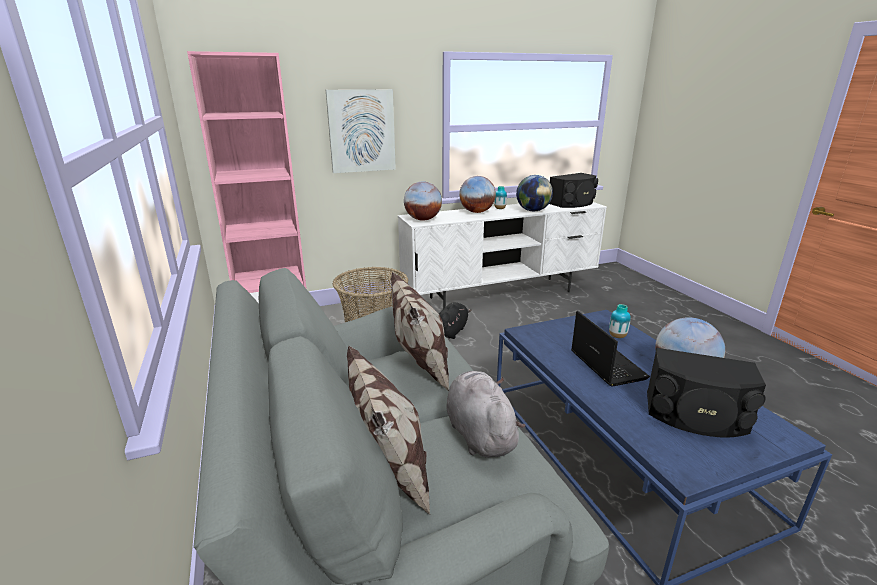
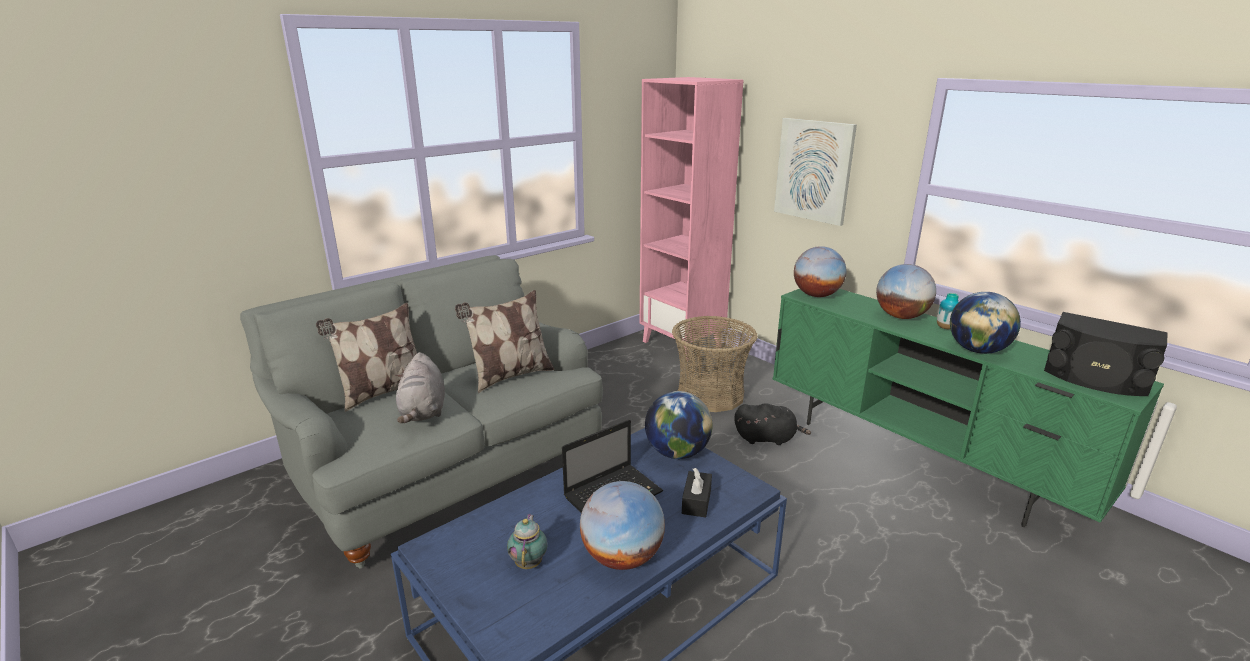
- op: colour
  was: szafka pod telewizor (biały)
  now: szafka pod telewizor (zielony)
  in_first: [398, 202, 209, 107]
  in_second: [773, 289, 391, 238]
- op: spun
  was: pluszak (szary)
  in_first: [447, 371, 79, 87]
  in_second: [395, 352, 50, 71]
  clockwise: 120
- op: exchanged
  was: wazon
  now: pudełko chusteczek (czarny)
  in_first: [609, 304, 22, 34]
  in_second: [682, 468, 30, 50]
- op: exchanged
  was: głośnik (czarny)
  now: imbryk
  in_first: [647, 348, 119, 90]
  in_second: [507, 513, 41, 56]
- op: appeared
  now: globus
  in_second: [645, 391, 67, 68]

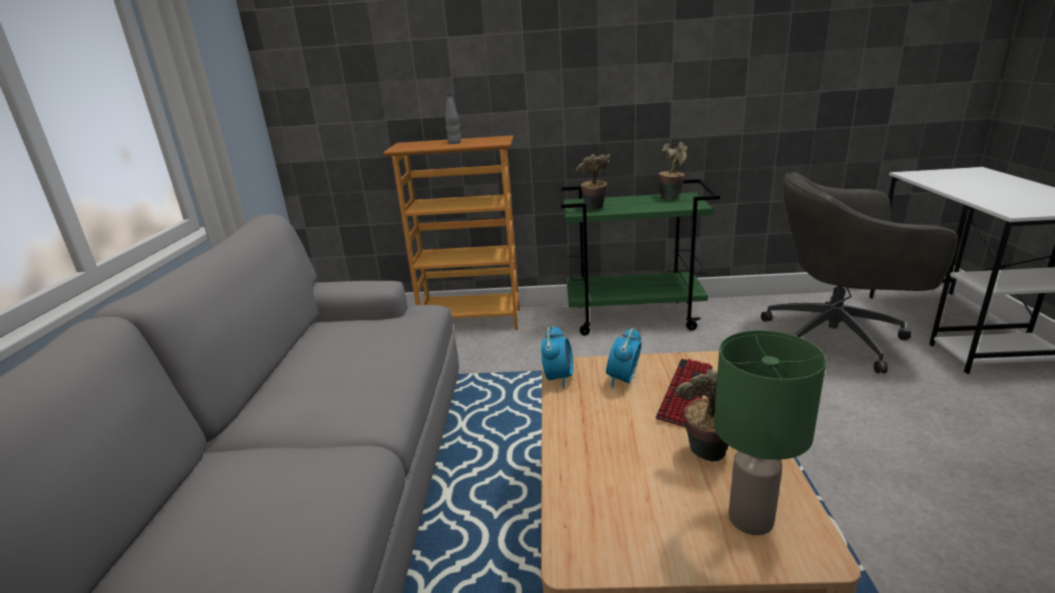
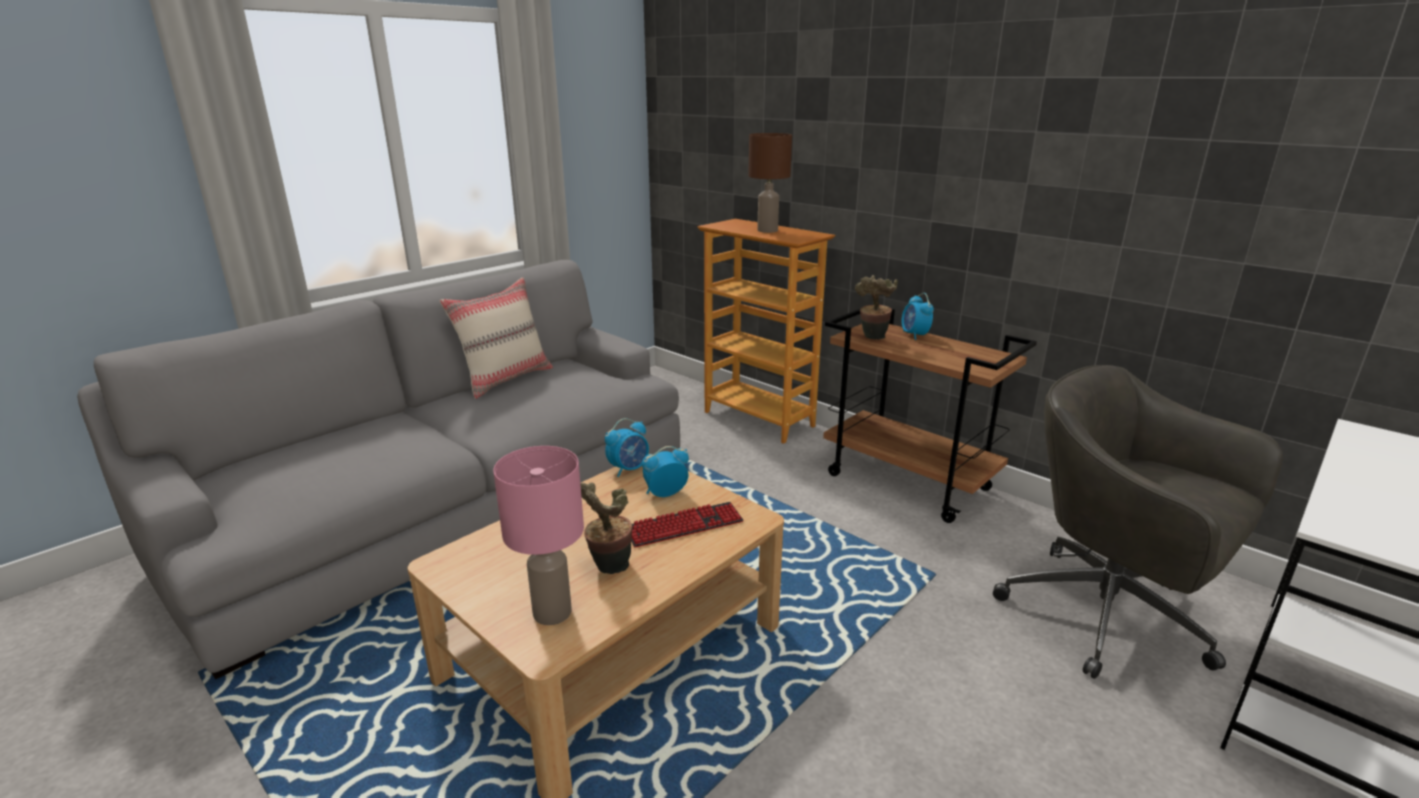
- op: exchanged
  was: butelka (szary)
  now: lampa stołowa (brązowy)
  in_first: [445, 94, 16, 50]
  in_second: [748, 133, 44, 100]
- op: colour
  was: wózek (zielony)
  now: wózek (brązowy)
  in_first: [559, 179, 161, 156]
  in_second: [823, 304, 214, 219]
- op: missing
  was: roślina doniczkowa
  in_first: [659, 142, 28, 58]
- op: colour
  was: lampa stołowa (zielony)
  now: lampa stołowa (różowy)
  in_first: [714, 330, 112, 205]
  in_second: [493, 446, 91, 179]
- op: appeared
  now: poduszka (beżowy)
  in_second: [440, 278, 113, 121]
- op: appeared
  now: budzik
  in_second: [901, 293, 33, 47]

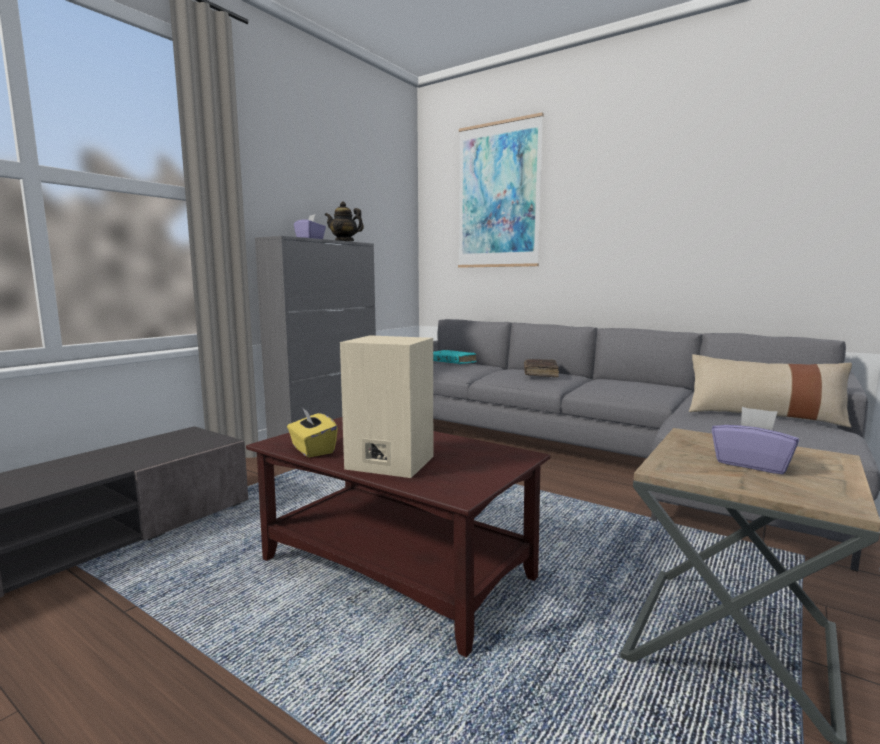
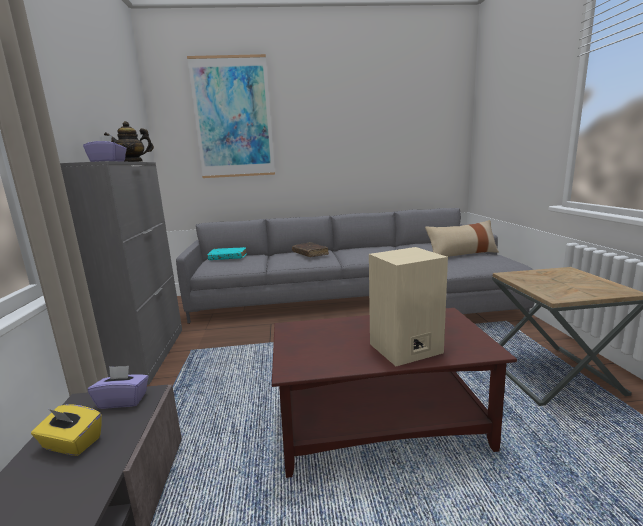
- op: relocated
  was: pudełko chusteczek (żółty)
  in_first: [287, 407, 51, 50]
  in_second: [31, 404, 71, 52]
- op: relocated
  was: pudełko chusteczek (fioletowy)
  in_first: [712, 407, 87, 67]
  in_second: [88, 366, 61, 43]

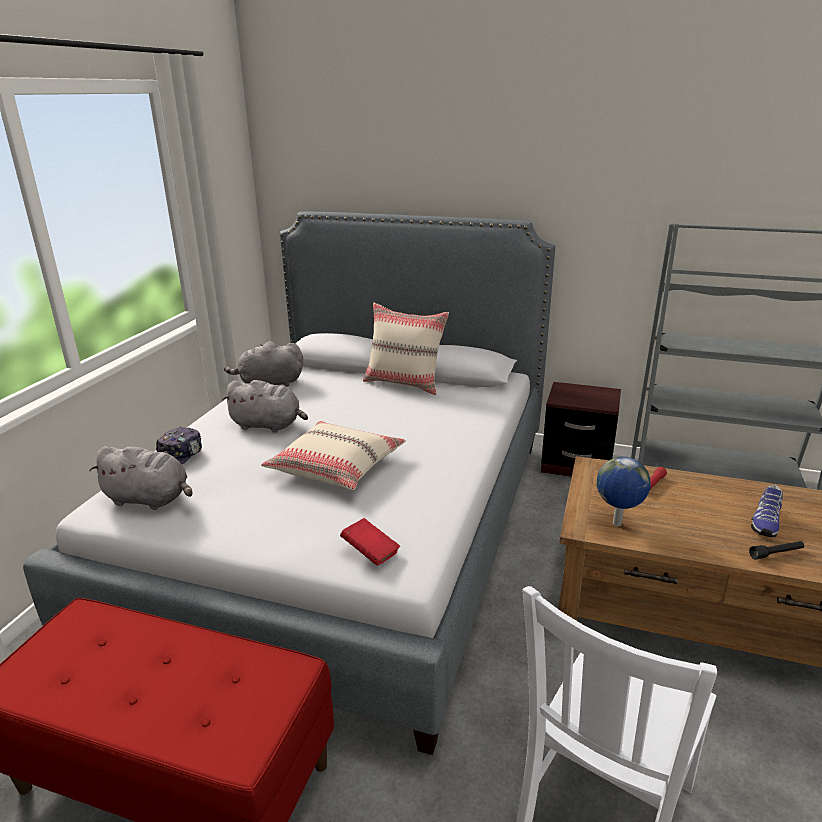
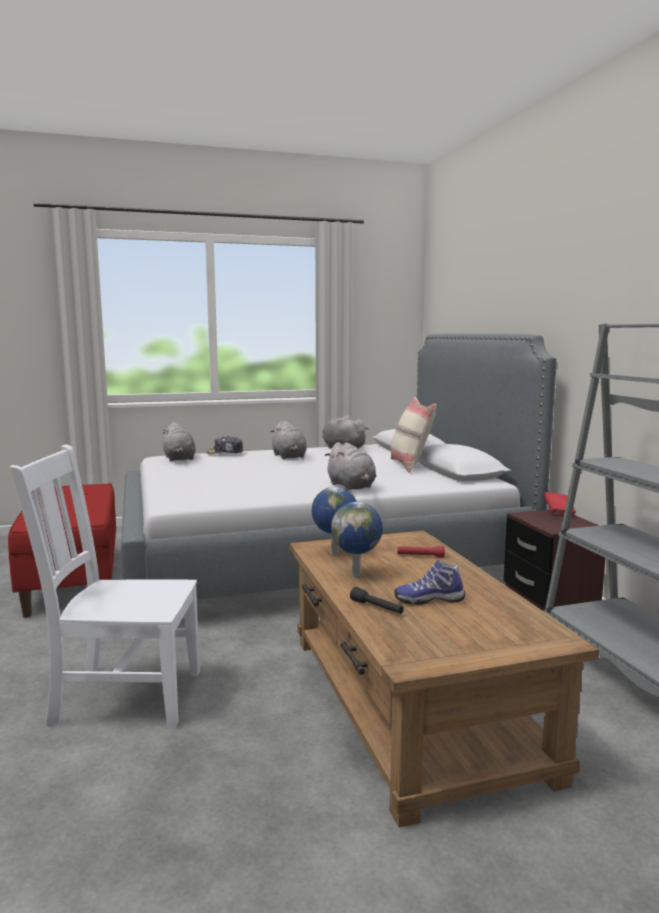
- op: missing
  was: poduszka (beżowy)
  in_first: [261, 421, 145, 69]
- op: relocated
  was: książka (czerwony)
  in_first: [340, 518, 60, 48]
  in_second: [543, 492, 33, 25]
- op: appeared
  now: pluszak (szary)
  in_second: [325, 442, 51, 49]
- op: appeared
  now: globus
  in_second: [331, 502, 52, 75]

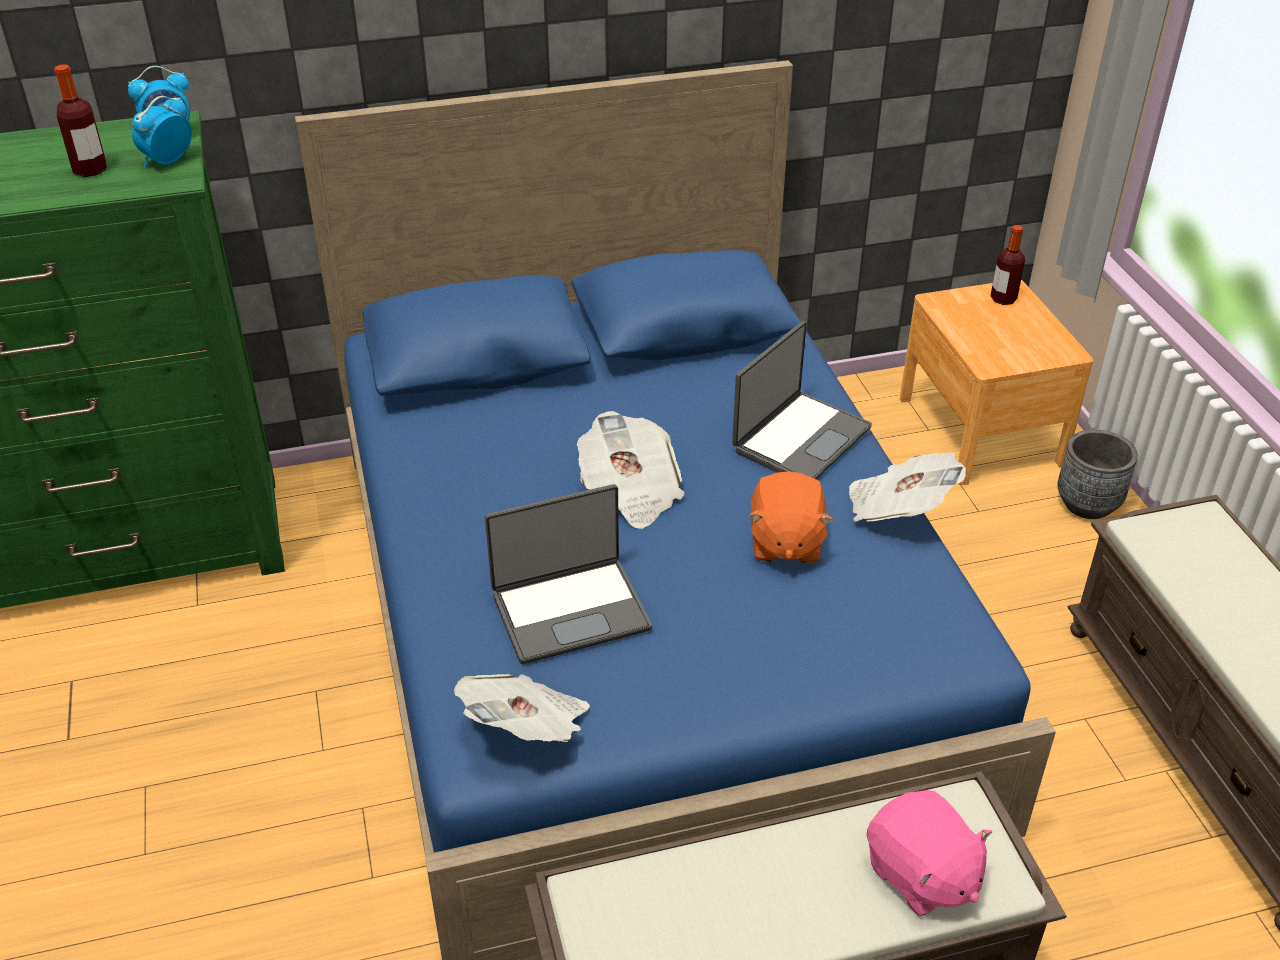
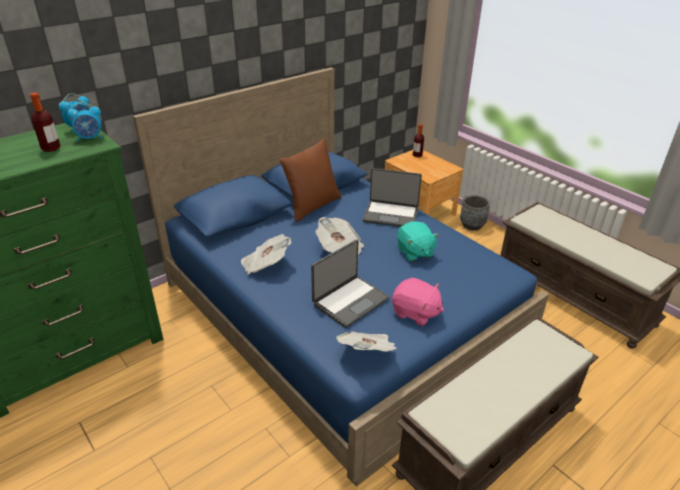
- op: spun
  was: budzik
  in_first: [132, 96, 60, 71]
  in_second: [67, 102, 35, 40]
  clockwise: -120
- op: spun
  was: laptop
  in_first: [732, 321, 140, 158]
  in_second: [363, 168, 59, 59]
  clockwise: 90
- op: colour
  was: pluszak (pomarańczowy)
  now: pluszak (turkusowy)
  in_first: [748, 471, 85, 93]
  in_second: [397, 221, 42, 41]
- op: relocated
  was: gazeta
  in_first: [849, 452, 117, 70]
  in_second: [241, 234, 50, 41]
- op: relocated
  was: pluszak (różowy)
  in_first: [866, 790, 126, 126]
  in_second: [392, 278, 52, 48]
- op: appeared
  now: poduszka (brązowy)
  in_second: [279, 139, 62, 83]

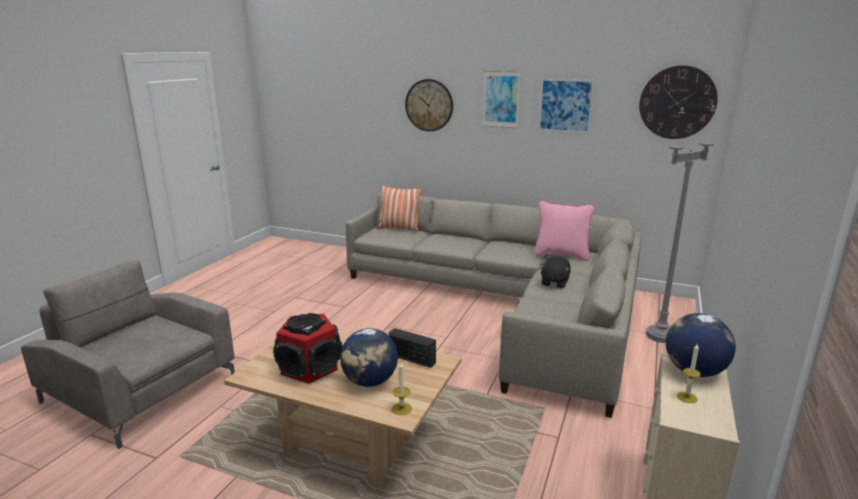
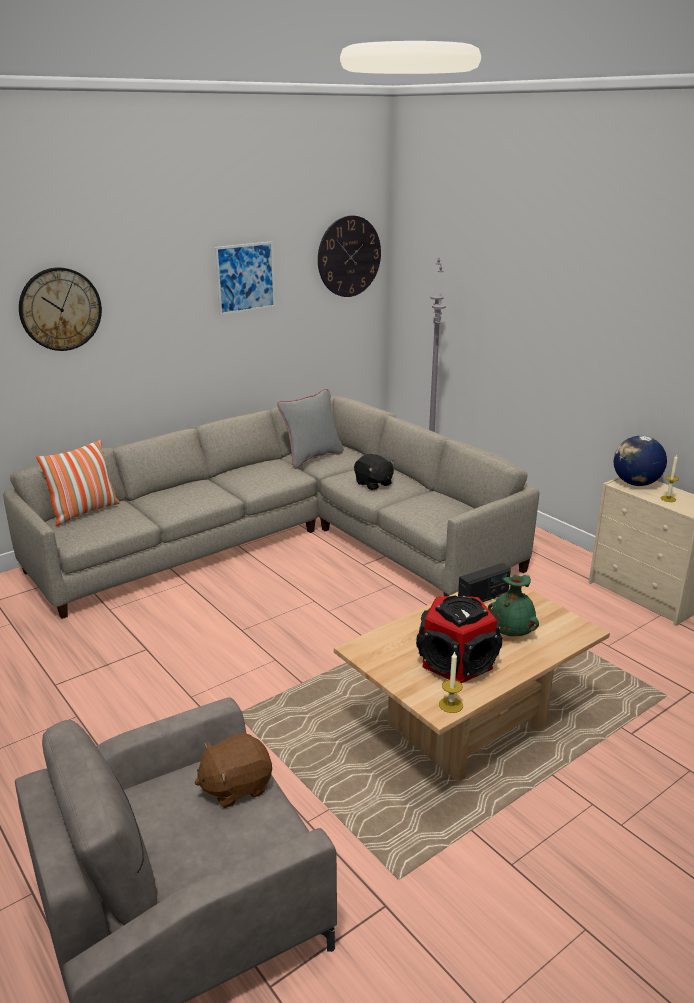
- op: exchanged
  was: globus
  now: wazon (zielony)
  in_first: [340, 328, 58, 59]
  in_second: [488, 575, 51, 61]
- op: relocated
  was: świeca
  in_first: [392, 362, 20, 53]
  in_second: [439, 651, 24, 62]
- op: missing
  was: obraz
  in_first: [483, 71, 37, 57]
- op: colour
  was: poduszka (różowy)
  now: poduszka (szary)
  in_first: [534, 200, 61, 61]
  in_second: [277, 389, 67, 80]
- op: appeared
  now: pluszak (brązowy)
  in_second: [195, 733, 77, 75]

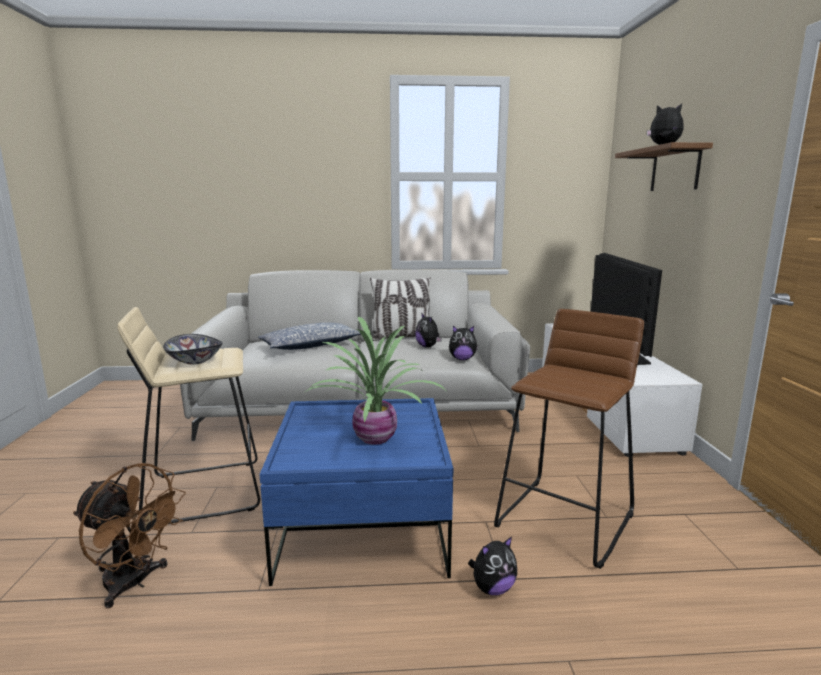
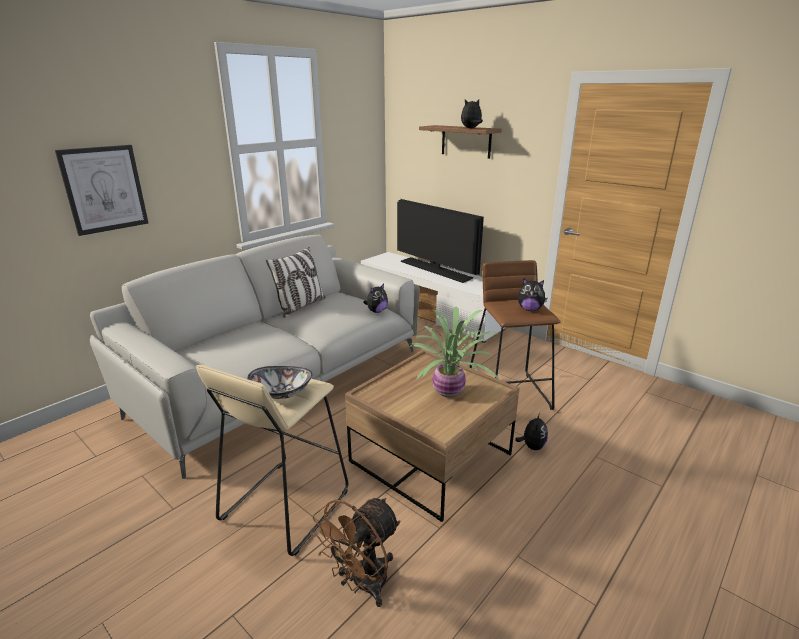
- op: spun
  was: wentylator (brązowy)
  in_first: [73, 463, 113, 145]
  in_second: [310, 498, 90, 109]
  clockwise: 150
- op: missing
  was: poduszka
  in_first: [258, 322, 103, 28]
- op: colour
  was: ława (niebieski)
  now: ława (brązowy)
  in_first: [259, 398, 194, 188]
  in_second: [345, 349, 175, 173]
- op: relocated
  was: pluszak
  in_first: [415, 312, 27, 36]
  in_second: [518, 278, 30, 33]
- op: appeared
  now: obraz
  in_second: [55, 145, 93, 91]

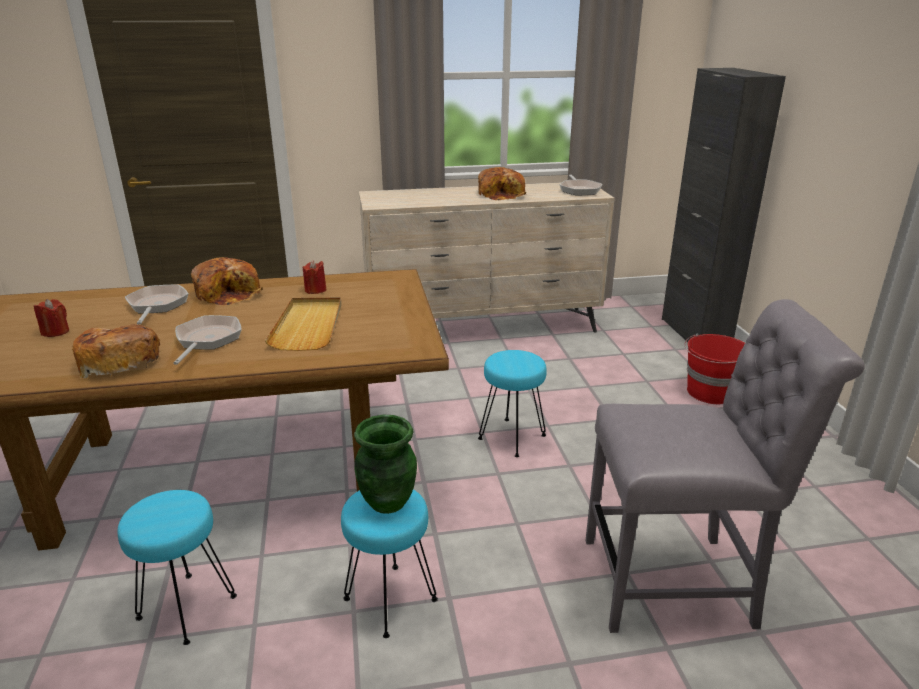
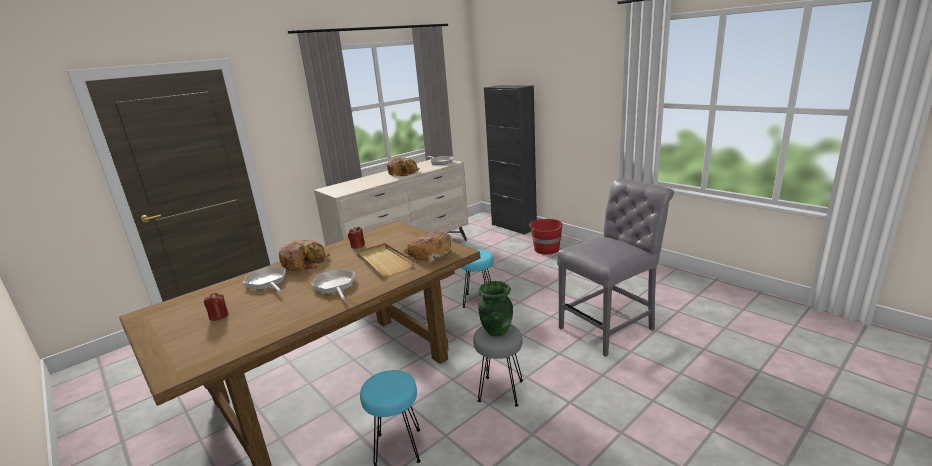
- op: relocated
  was: chleb
  in_first: [72, 324, 88, 54]
  in_second: [404, 231, 47, 31]
- op: colour
  was: stołek (turkusowy)
  now: stołek (szary)
  in_first: [341, 489, 97, 149]
  in_second: [473, 324, 50, 82]

